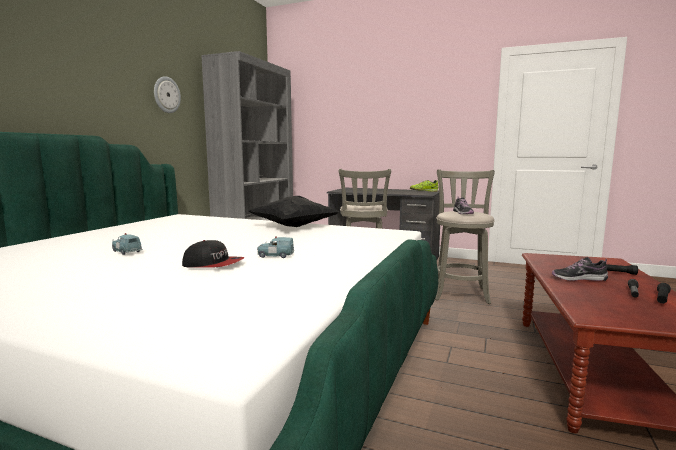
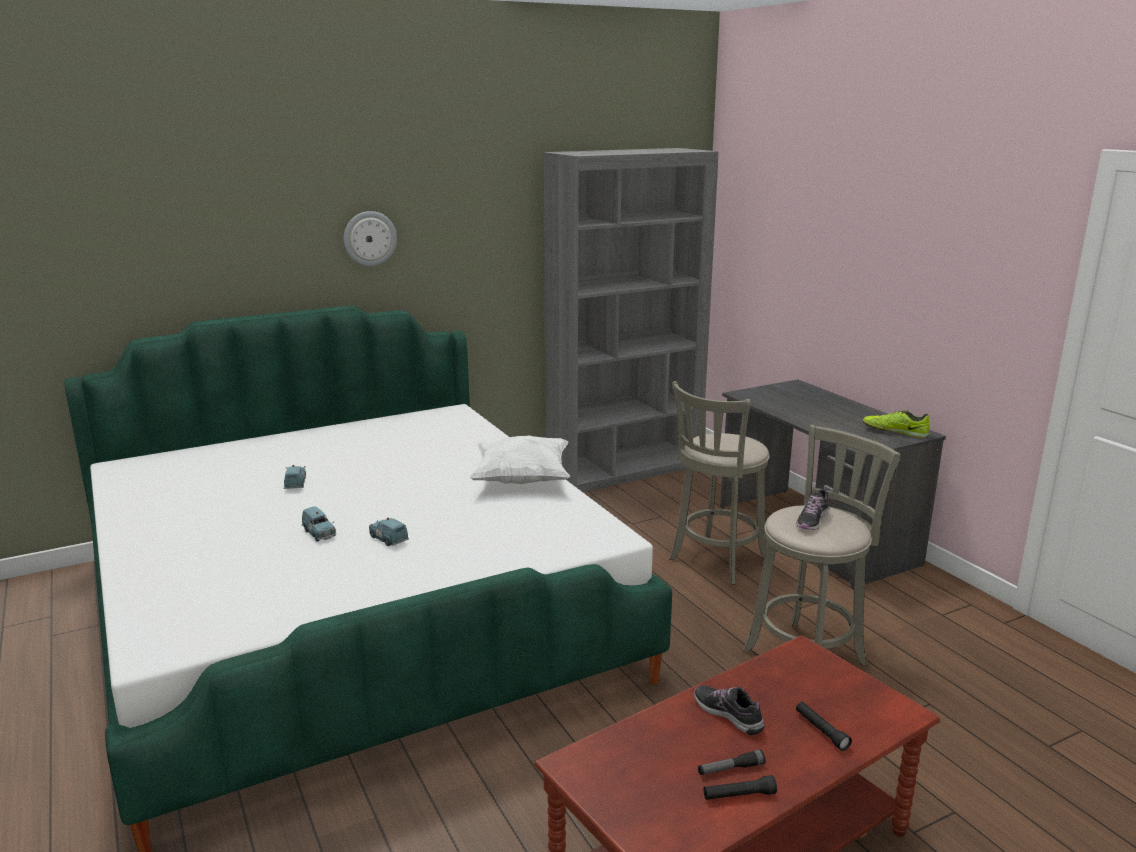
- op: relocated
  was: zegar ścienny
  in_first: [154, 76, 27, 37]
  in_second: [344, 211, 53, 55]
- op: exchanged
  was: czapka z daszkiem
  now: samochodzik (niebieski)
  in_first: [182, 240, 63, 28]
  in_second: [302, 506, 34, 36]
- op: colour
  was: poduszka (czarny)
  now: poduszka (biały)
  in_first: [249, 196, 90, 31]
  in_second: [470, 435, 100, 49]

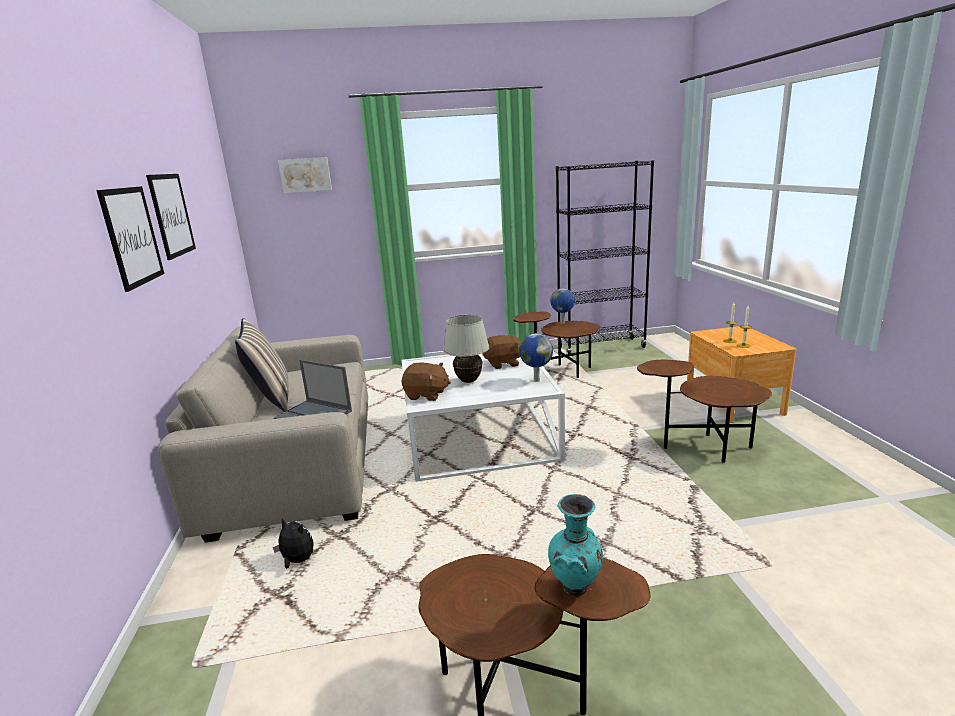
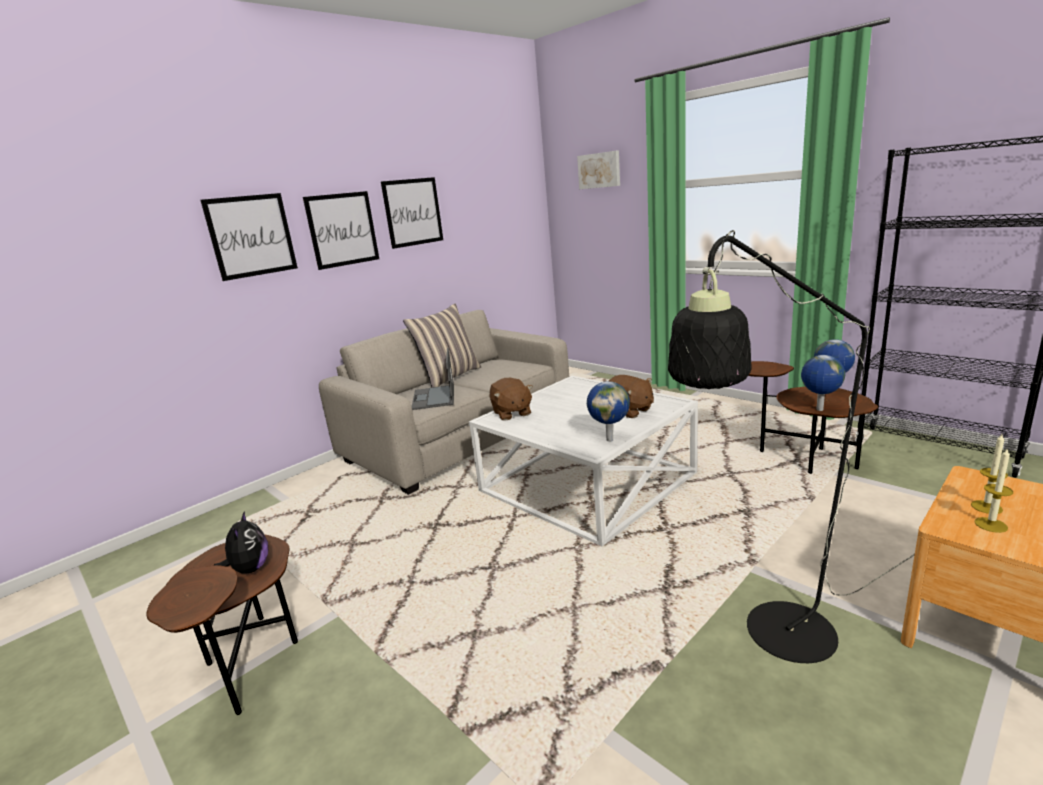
- op: relocated
  was: pluszak
  in_first: [273, 518, 40, 51]
  in_second: [214, 511, 54, 63]
- op: missing
  was: lampa stołowa (biały)
  in_first: [444, 315, 45, 68]
- op: missing
  was: wazon (turkusowy)
  in_first: [548, 494, 55, 103]
- op: exchanged
  was: stolik (brązowy)
  now: lampa stojąca (czarny)
  in_first: [637, 360, 135, 103]
  in_second: [668, 230, 247, 433]
- op: appeared
  now: obraz
  in_second: [200, 193, 98, 88]
- op: appeared
  now: globus
  in_second: [801, 355, 44, 56]

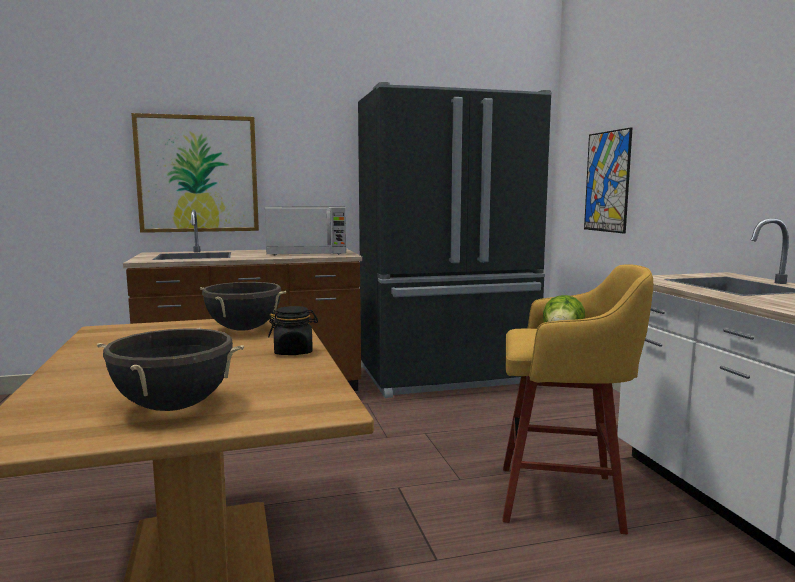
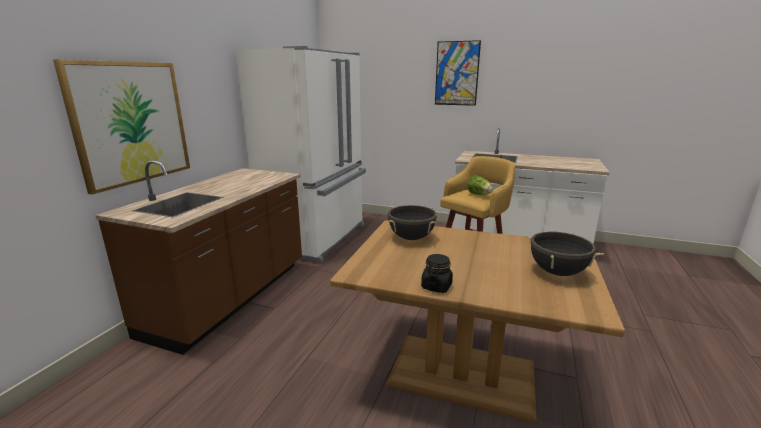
- op: missing
  was: mikrofalówka
  in_first: [265, 206, 81, 50]
- op: relocated
  was: słoik (czarny)
  in_first: [268, 306, 50, 49]
  in_second: [421, 254, 32, 39]
- op: colour
  was: lodówka (czarny)
  now: lodówka (biały)
  in_first: [358, 82, 194, 316]
  in_second: [236, 46, 130, 216]
- op: relocated
  was: obraz
  in_first: [584, 127, 48, 107]
  in_second: [435, 40, 46, 66]

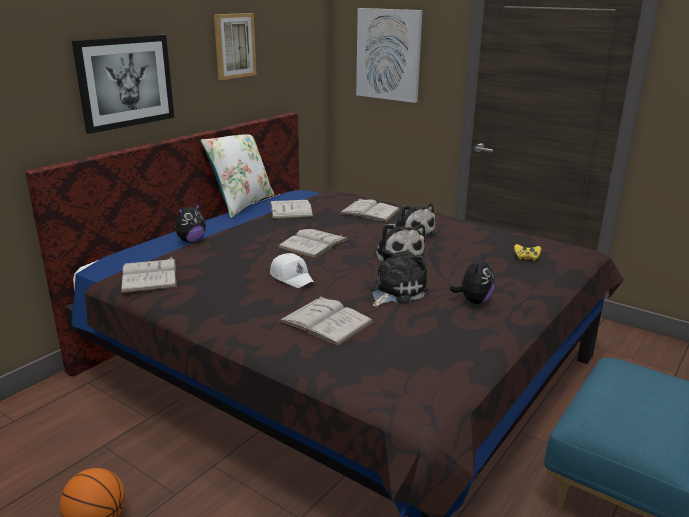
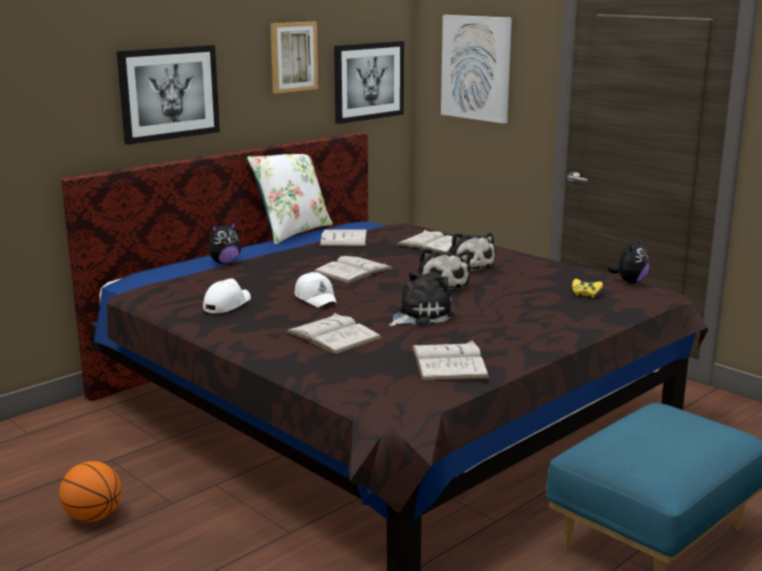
- op: relocated
  was: książka (biały)
  in_first: [121, 257, 55, 36]
  in_second: [412, 340, 77, 41]
- op: relocated
  was: pluszak
  in_first: [450, 253, 45, 51]
  in_second: [607, 237, 43, 46]
- op: appeared
  now: czapka z daszkiem (biały)
  in_second: [203, 278, 48, 35]
- op: appeared
  now: obraz
  in_second: [334, 41, 70, 83]

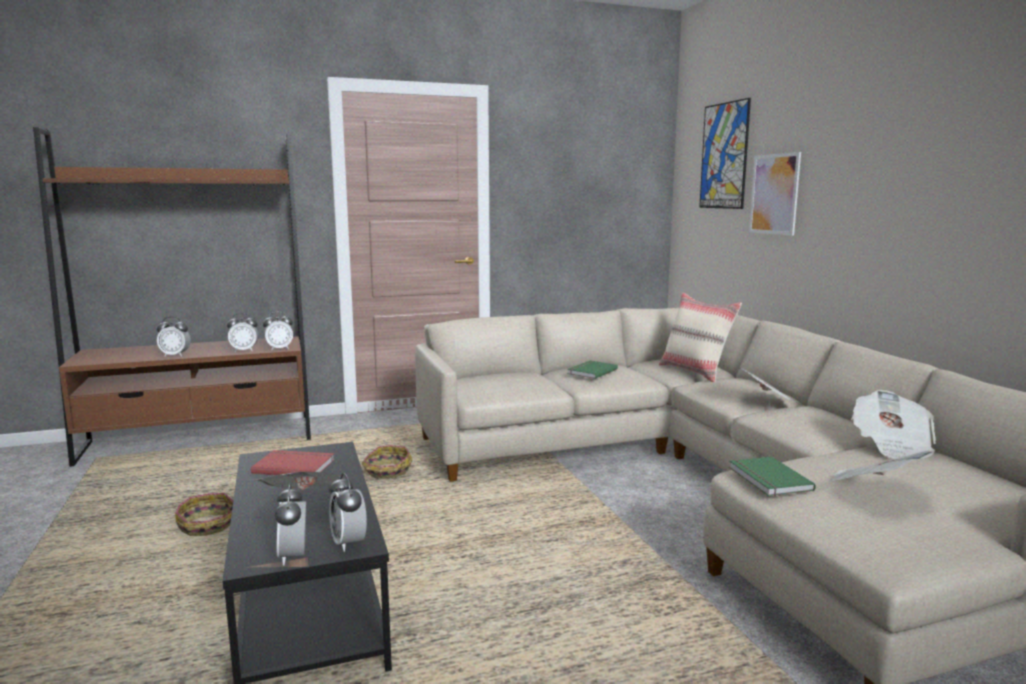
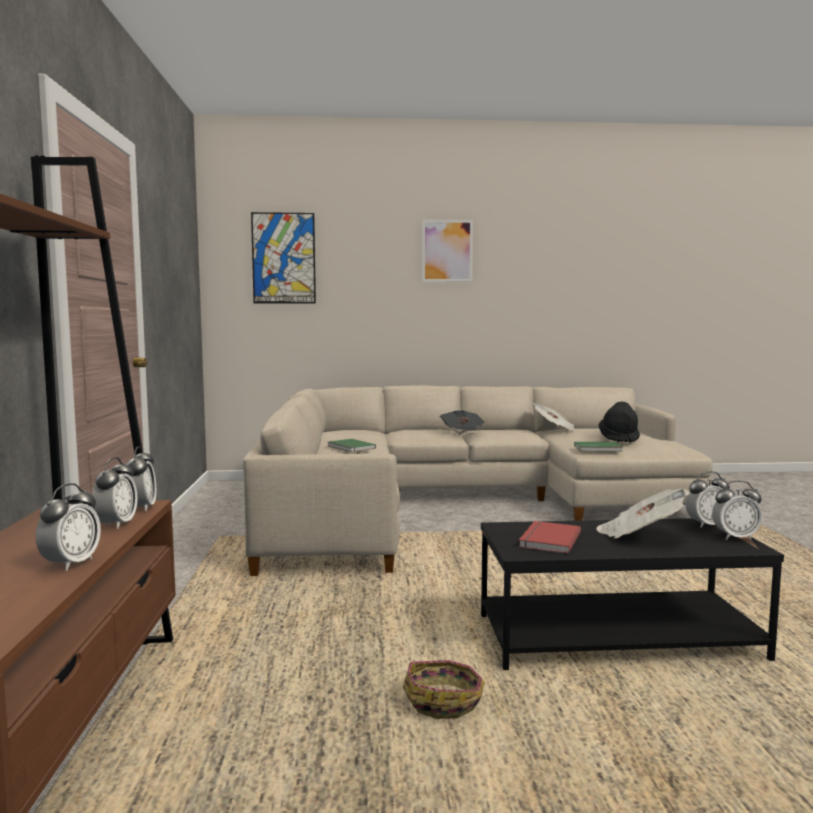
- op: missing
  was: koszyk
  in_first: [362, 445, 50, 34]
- op: missing
  was: poduszka (beżowy)
  in_first: [659, 293, 83, 89]
- op: relocated
  was: obraz
  in_first: [749, 152, 52, 84]
  in_second: [422, 220, 51, 62]
- op: exchanged
  was: gazeta
  now: kapelusz (czarny)
  in_first: [829, 450, 105, 32]
  in_second: [598, 402, 42, 41]

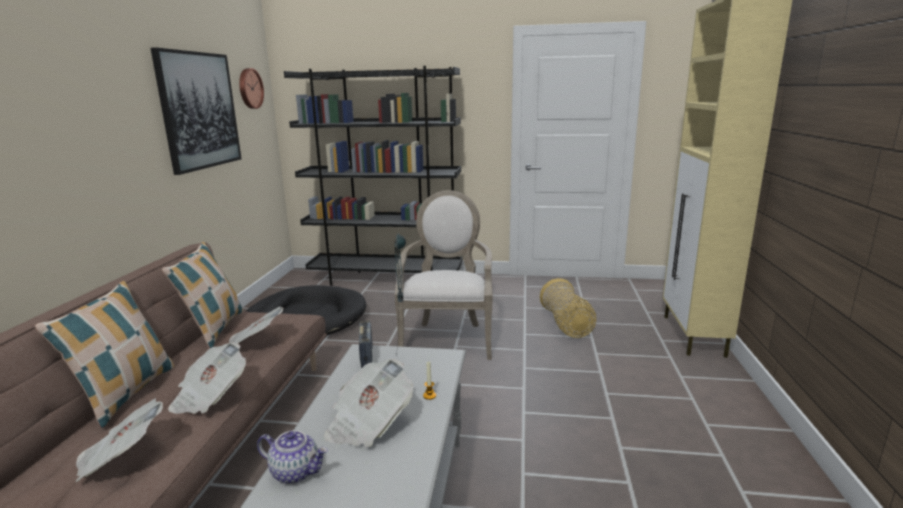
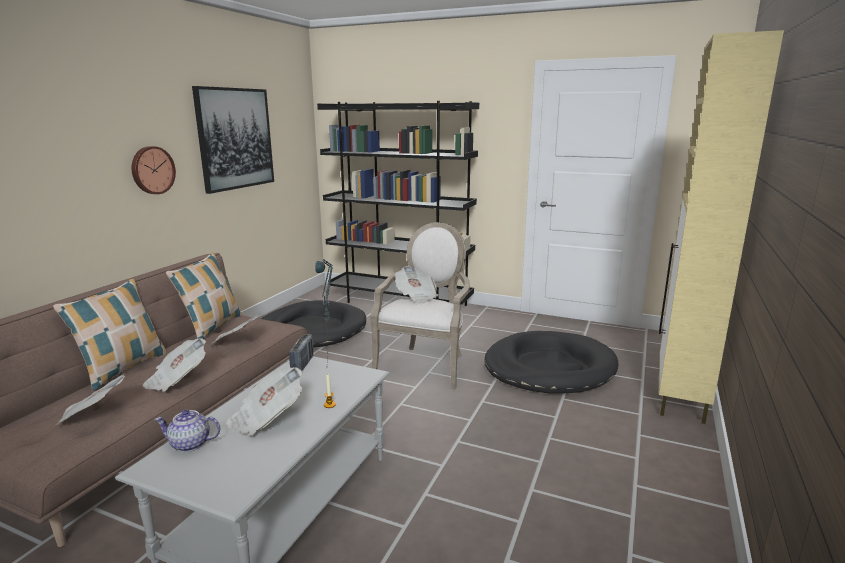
- op: relocated
  was: zegar ścienny
  in_first: [239, 68, 25, 41]
  in_second: [132, 146, 44, 48]
- op: spun
  was: imbryk
  in_first: [257, 430, 71, 54]
  in_second: [154, 410, 66, 42]
  clockwise: 150
- op: exchanged
  was: koszyk
  now: legowisko (czarny)
  in_first: [540, 278, 56, 60]
  in_second: [484, 331, 135, 63]
- op: appeared
  now: gazeta
  in_second: [395, 266, 43, 38]

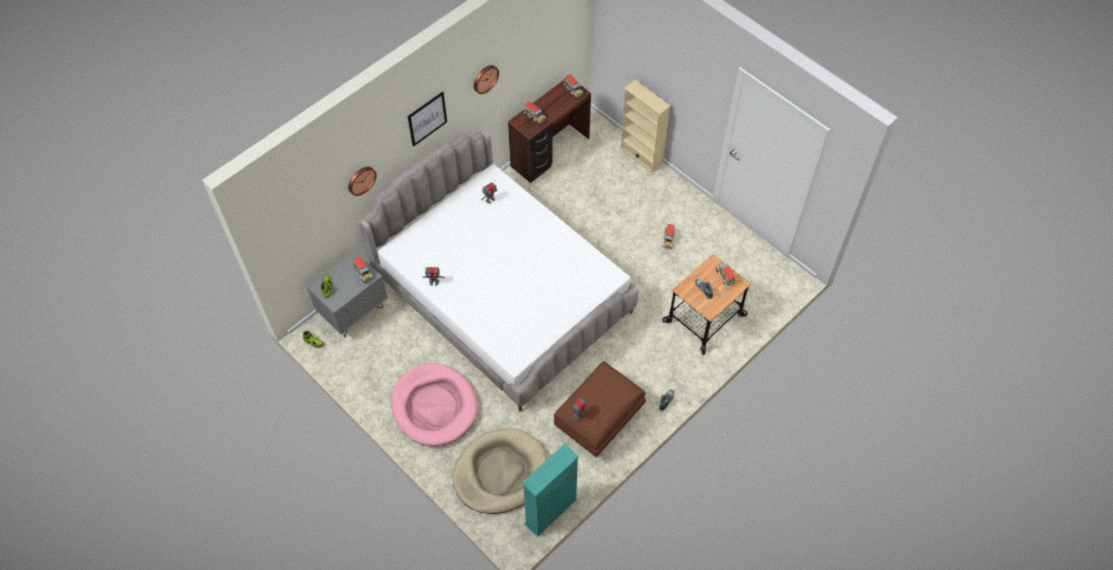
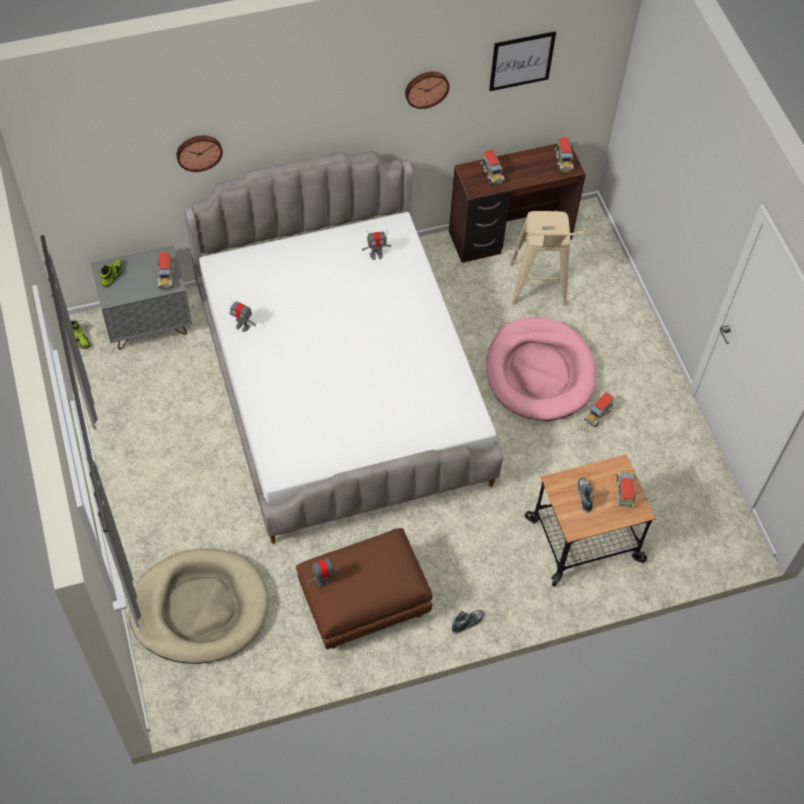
- op: relocated
  was: legowisko (różowy)
  in_first: [391, 363, 87, 83]
  in_second: [486, 318, 110, 103]
- op: relocated
  was: obraz
  in_first: [408, 92, 39, 55]
  in_second: [489, 31, 67, 60]
- op: missing
  was: regał (turkusowy)
  in_first: [522, 444, 57, 93]
- op: missing
  was: regał (beżowy)
  in_first: [619, 80, 52, 94]
- op: appeared
  now: stołek (beżowy)
  in_second: [510, 211, 75, 94]

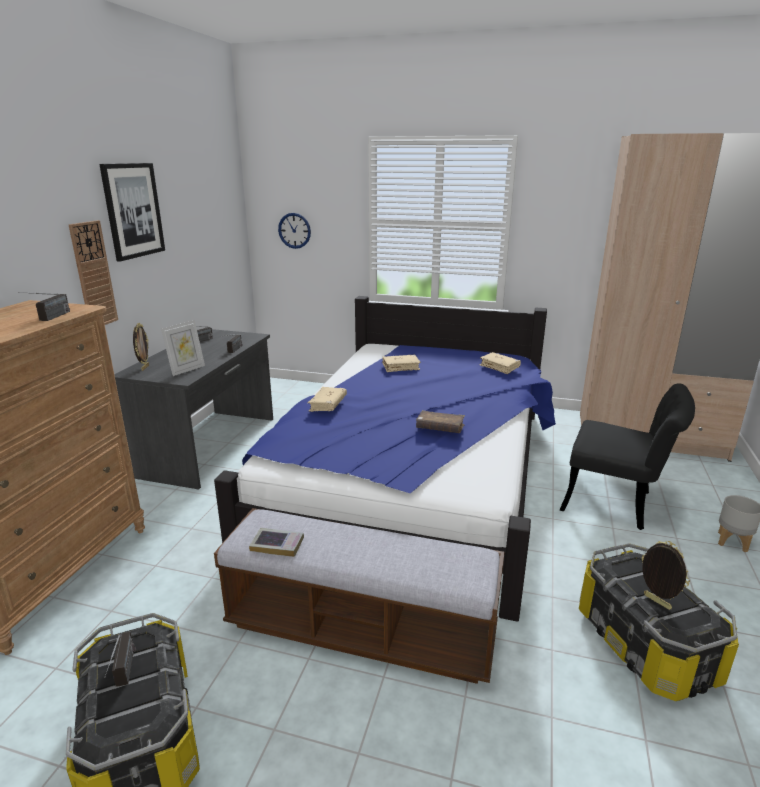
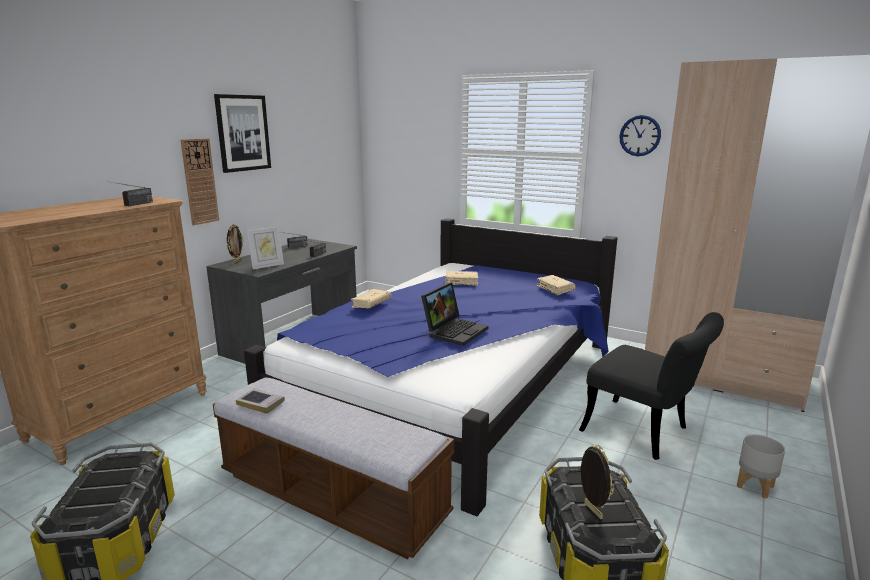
- op: missing
  was: radio
  in_first: [104, 632, 32, 54]
- op: relocated
  was: zegar ścienny
  in_first: [278, 213, 33, 36]
  in_second: [619, 115, 42, 41]
- op: exchanged
  was: książka (brązowy)
  now: laptop
  in_first: [416, 410, 49, 23]
  in_second: [421, 282, 68, 64]

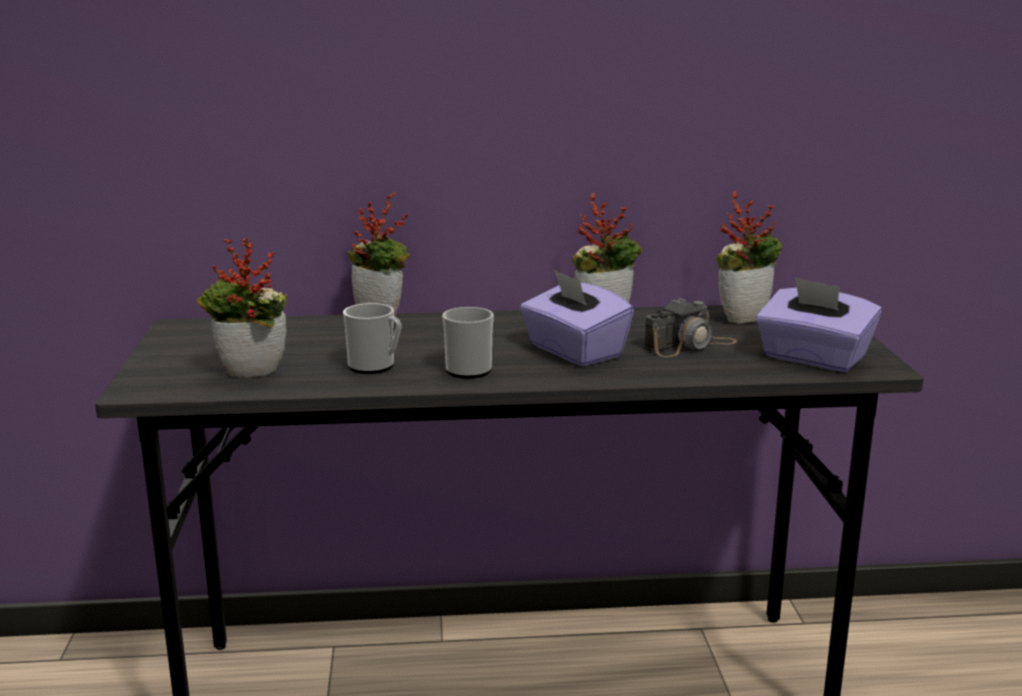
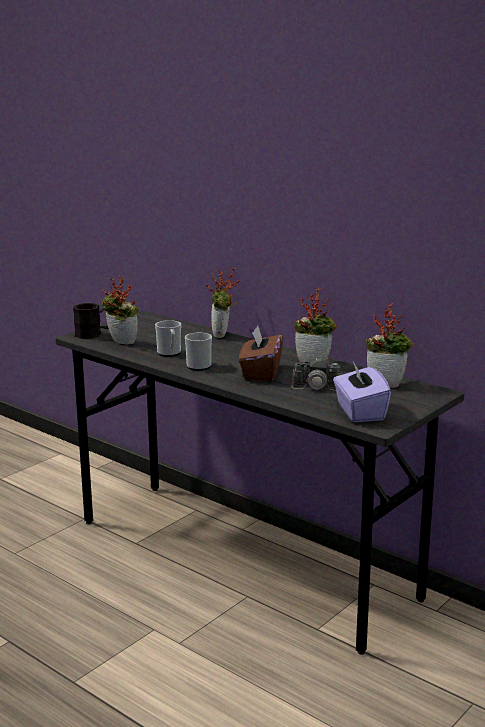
- op: colour
  was: pudełko chusteczek (fioletowy)
  now: pudełko chusteczek (brązowy)
  in_first: [520, 270, 114, 96]
  in_second: [239, 325, 44, 56]
- op: appeared
  now: kubek (czarny)
  in_second: [73, 303, 35, 36]

